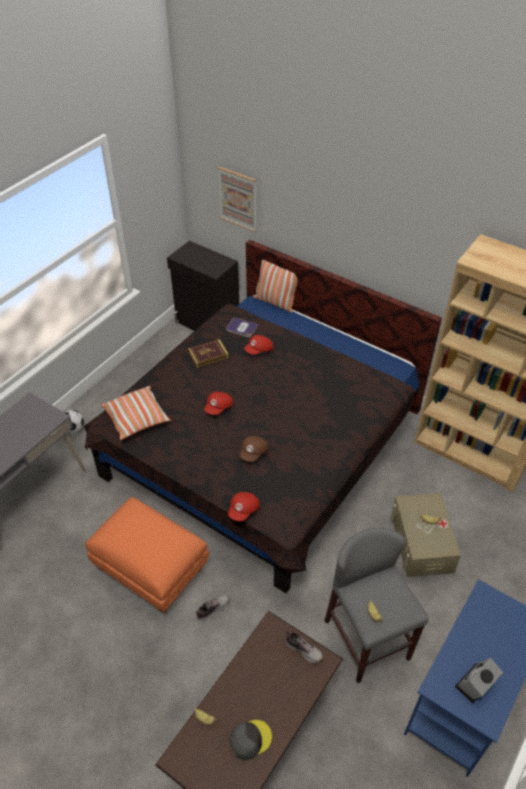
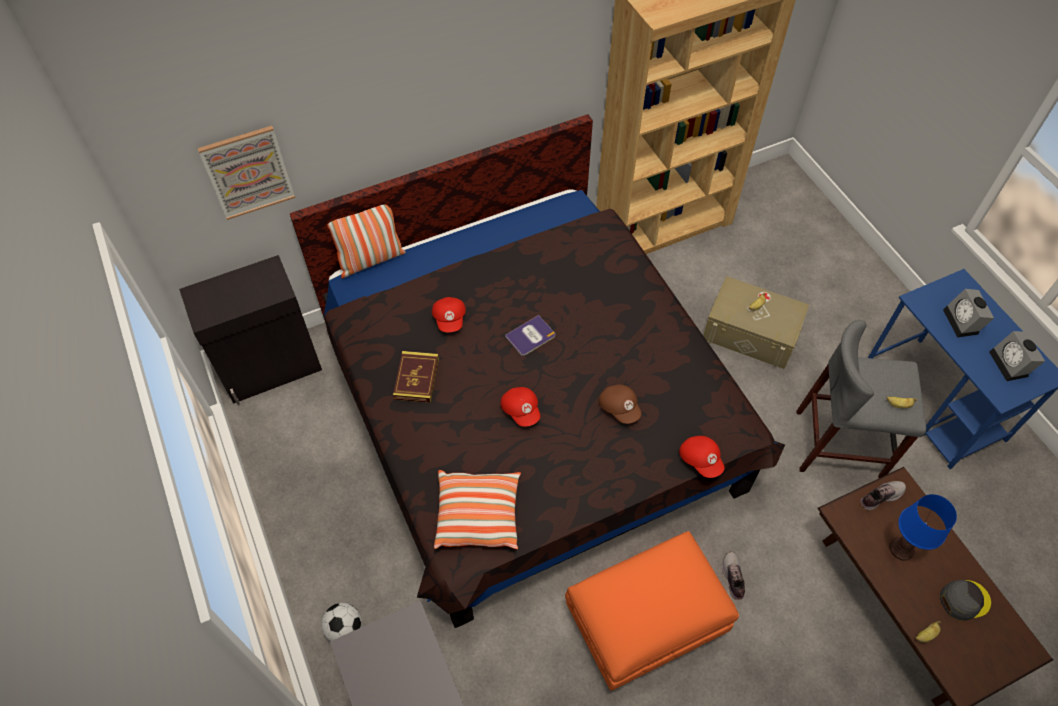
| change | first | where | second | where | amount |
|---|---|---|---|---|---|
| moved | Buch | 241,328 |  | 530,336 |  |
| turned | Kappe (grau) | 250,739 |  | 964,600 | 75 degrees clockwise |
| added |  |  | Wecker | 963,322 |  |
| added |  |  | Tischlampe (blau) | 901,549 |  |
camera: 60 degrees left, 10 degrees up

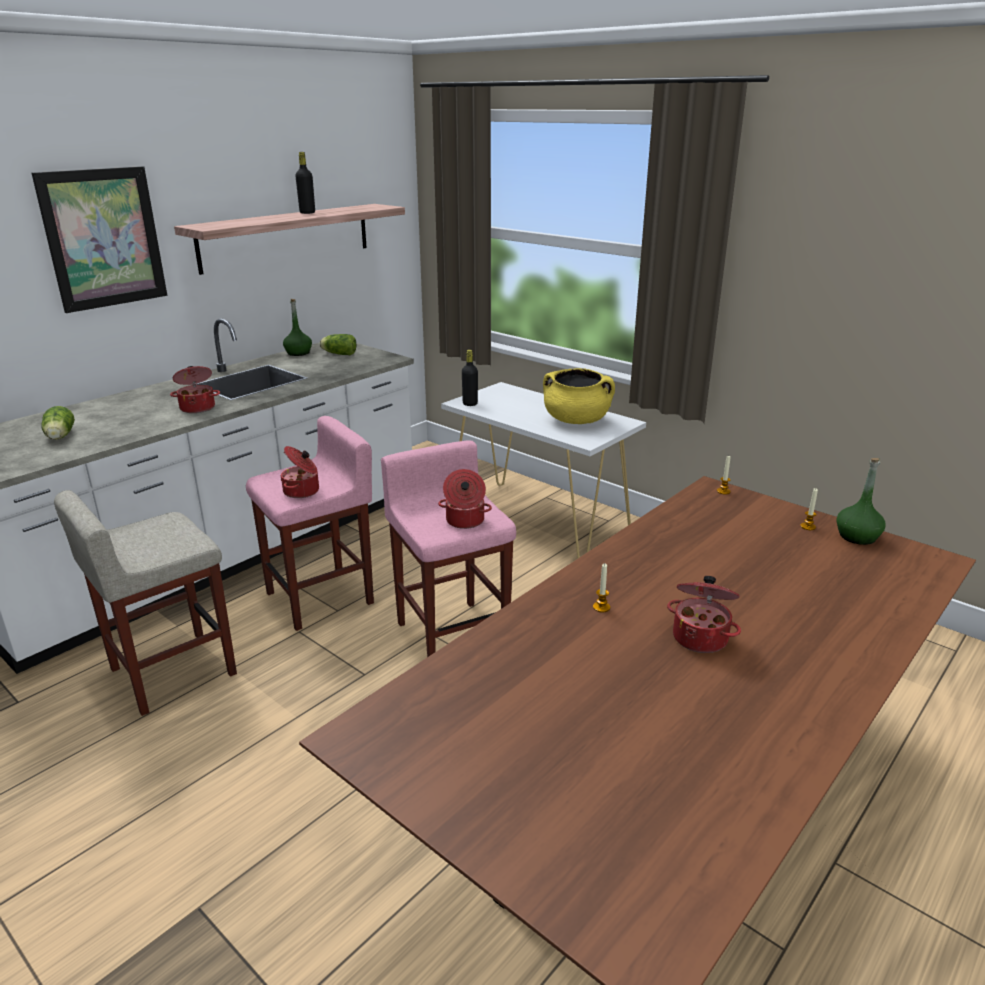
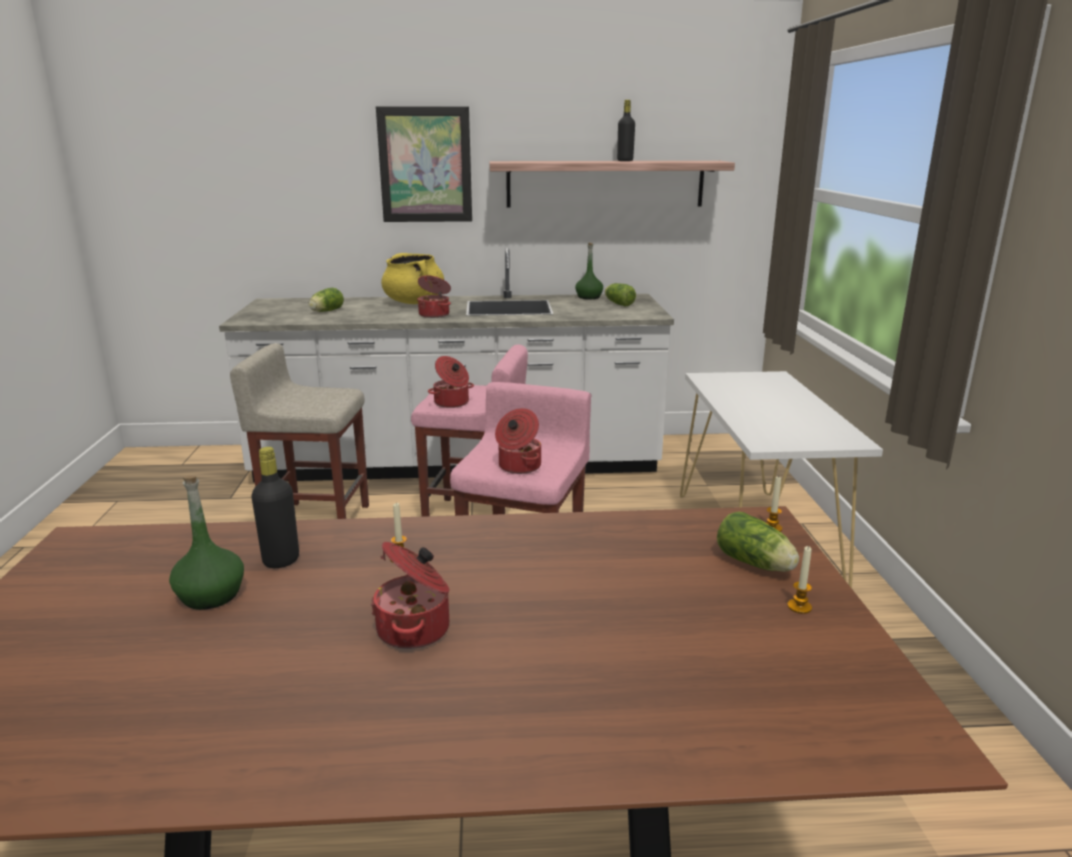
| change | first | where | second | where | amount |
|---|---|---|---|---|---|
| moved | Flasche (schwarz) | 470,403 |  | 281,560 |  |
| moved | Kochtopf (gelb) | 576,420 |  | 414,302 |  |
| moved | Flasche (grün) | 857,536 |  | 211,595 |  |
| added |  |  | Salatkopf | 756,564 |  |
camera: 45 degrees right, 5 degrees down

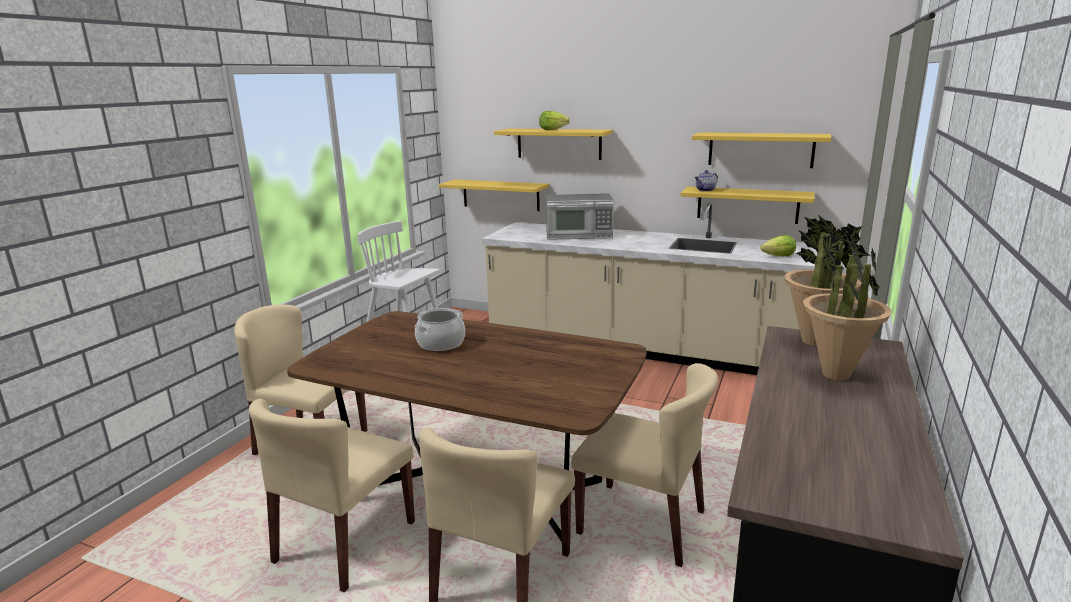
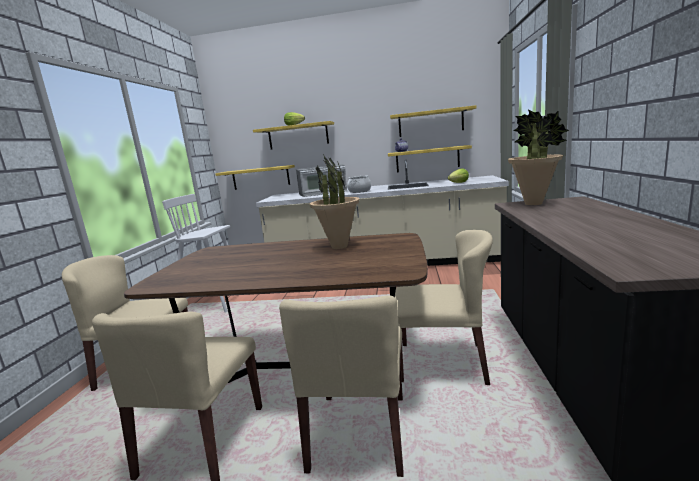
| change | first | where | second | where | amount |
|---|---|---|---|---|---|
| moved | Topfpflanze | 836,375 |  | 339,247 |  |
| moved | Kochtopf | 441,343 |  | 359,191 |  |
camera: 15 degrees left, 5 degrees down

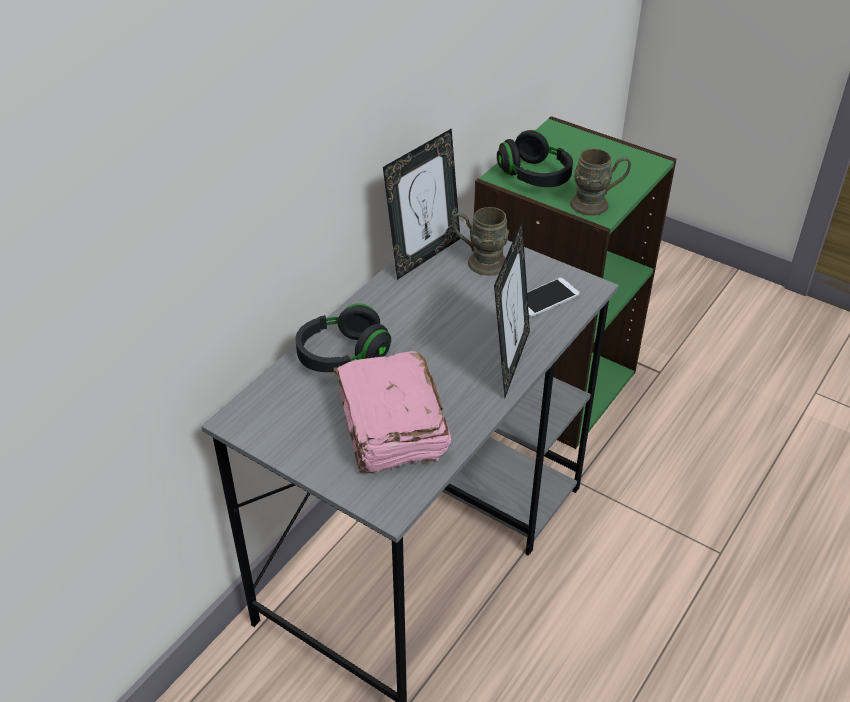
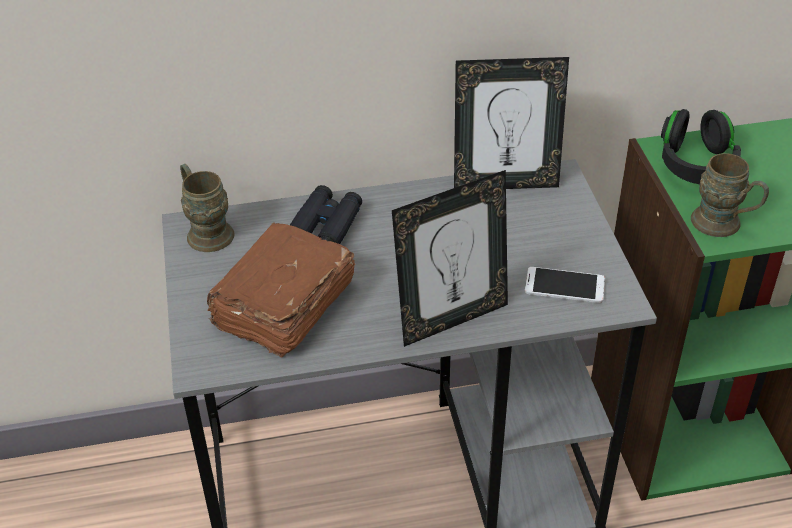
| change | first | where | second | where | amount |
|---|---|---|---|---|---|
| moved | Henkelbecher (braun) | 479,262 |  | 206,230 |  |
| replaced | Kopfhörer (schwarz) | 342,355 | Fernglas (schwarz) | 326,226 |  |
| recoloured | Buch (rosa) | 391,428 | Buch (braun) | 282,307 |  |
camera: 45 degrees right, 0 degrees up

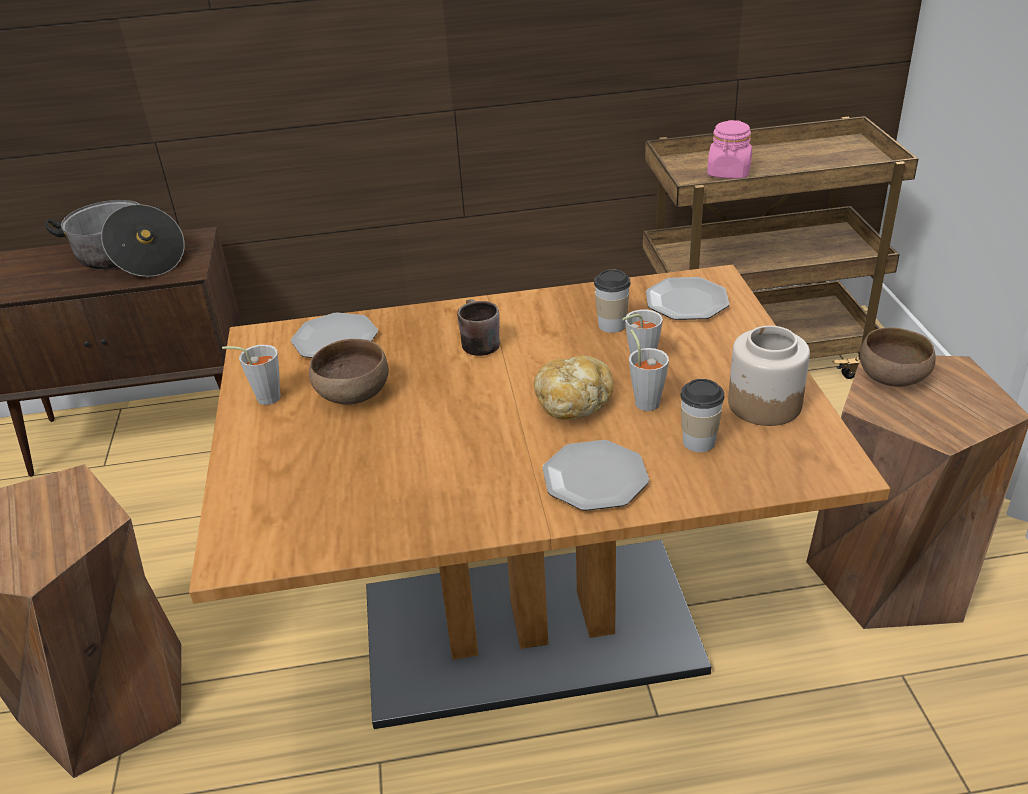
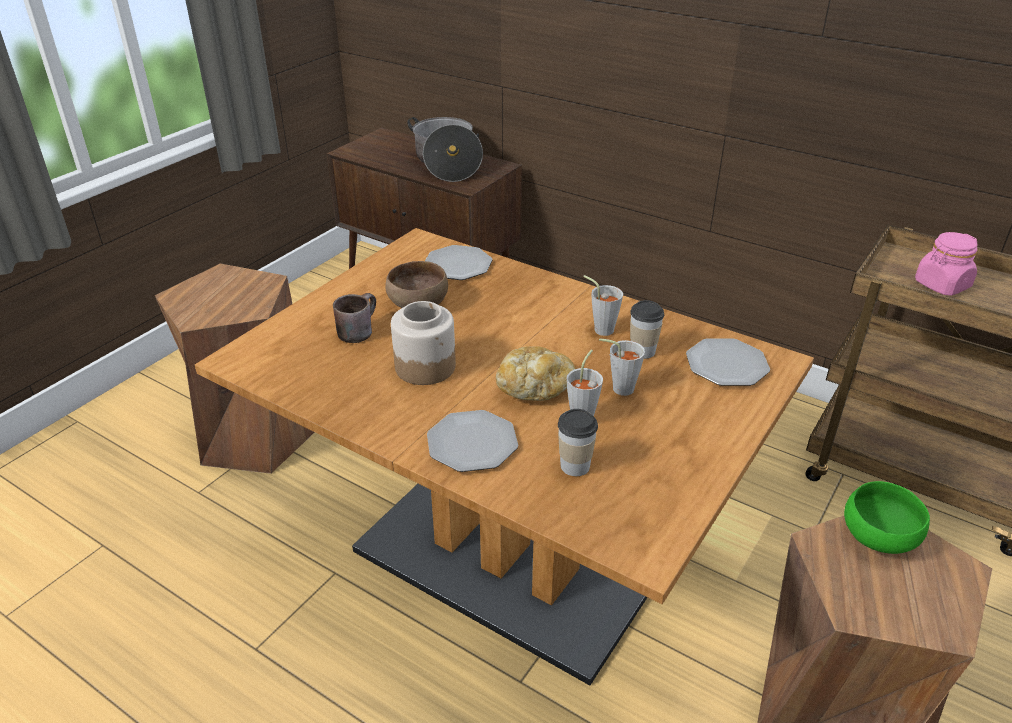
| change | first | where | second | where | amount |
|---|---|---|---|---|---|
| moved | Henkelbecher (braun) | 475,343 |  | 356,330 |  |
| moved | Vorratsglas | 764,404 |  | 425,366 |  |
| recoloured | Schüssel (braun) | 893,378 | Schüssel (grün) | 880,538 |  |
| moved | Tasse (grau) | 263,398 |  | 600,328 |  |
camera: 40 degrees right, 0 degrees up

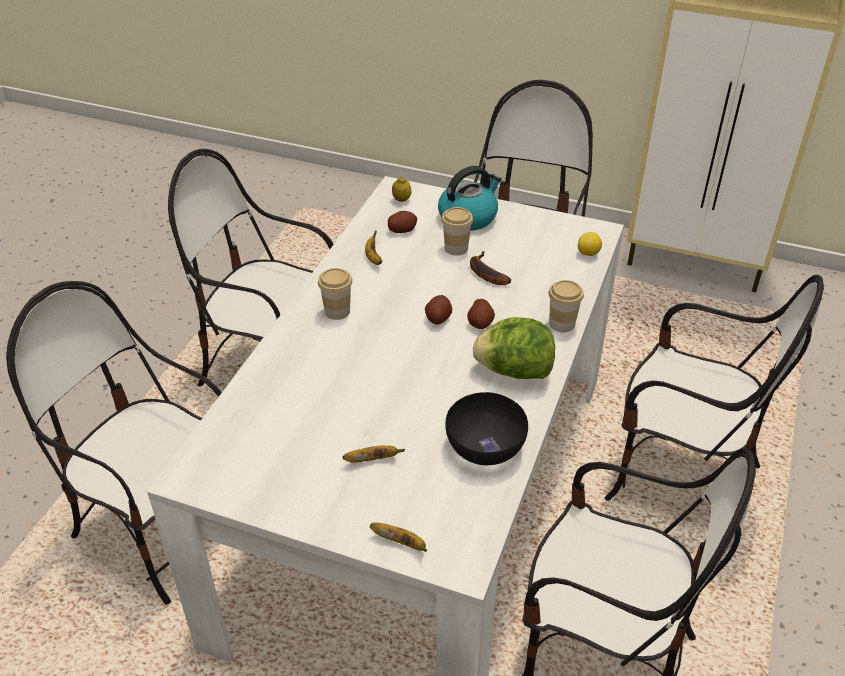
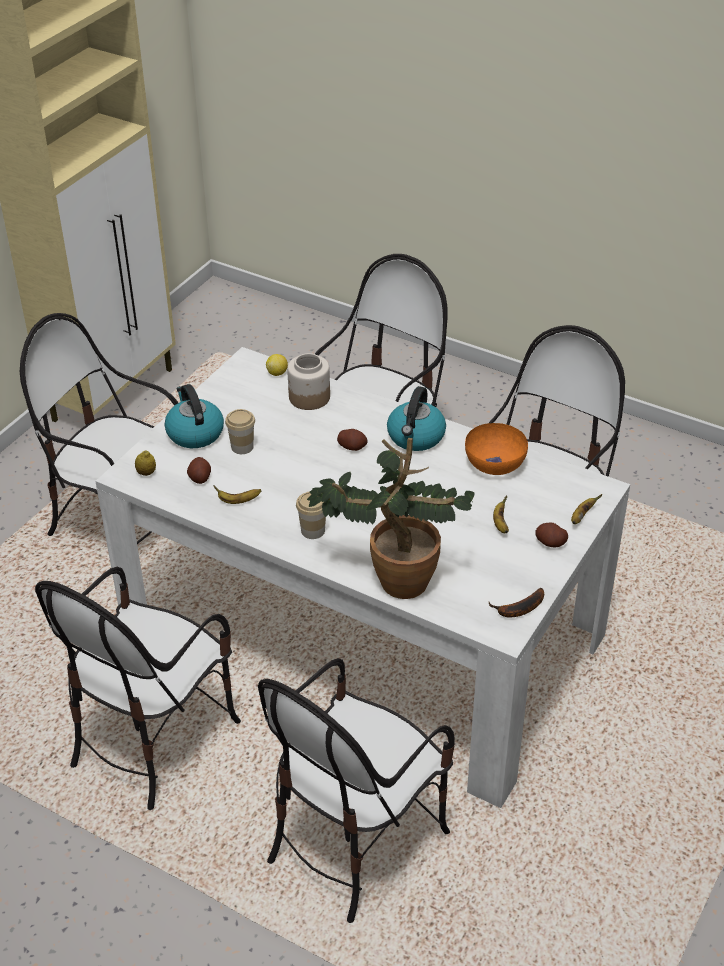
| change | first | where | second | where | amount |
|---|---|---|---|---|---|
| moved | Banane | 484,273 |  | 518,609 |  |
| removed | Tasse | 562,324 |  |  |  |
| moved | Kartoffel | 438,318 |  | 550,542 |  |
| replaced | Salatkopf | 514,371 | Wasserkessel | 416,437 |  |
| recoloured | Schüssel (schwarz) | 484,446 | Schüssel (orange) | 494,464 |  |
| added |  |  | Vorratsglas | 309,397 |  |
| added |  |  | Topfpflanze | 393,577 |  |
camera: 80 degrees left, 0 degrees up

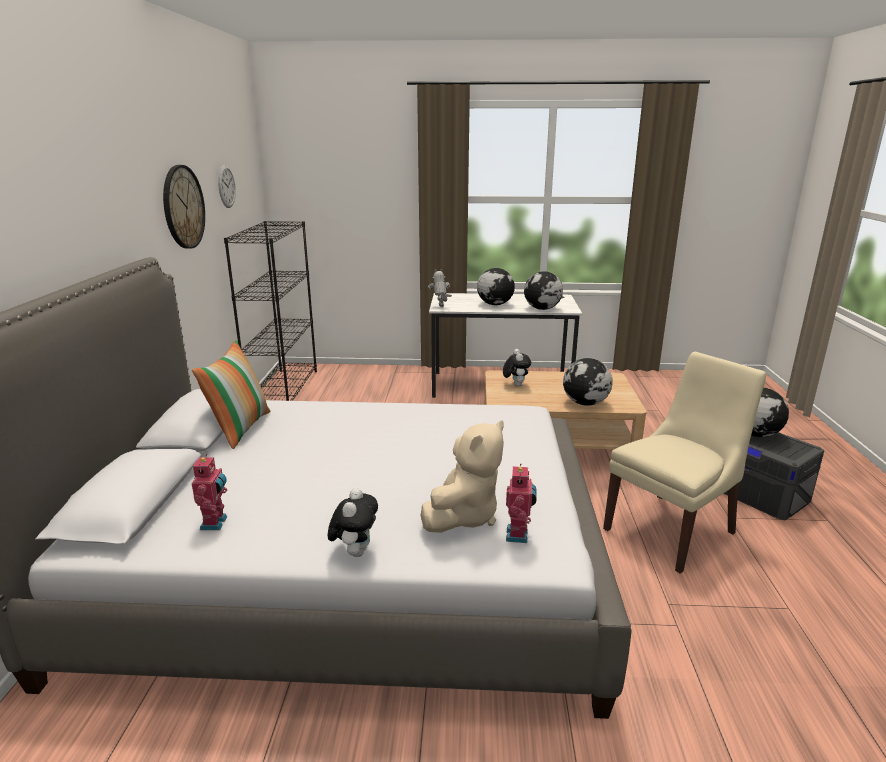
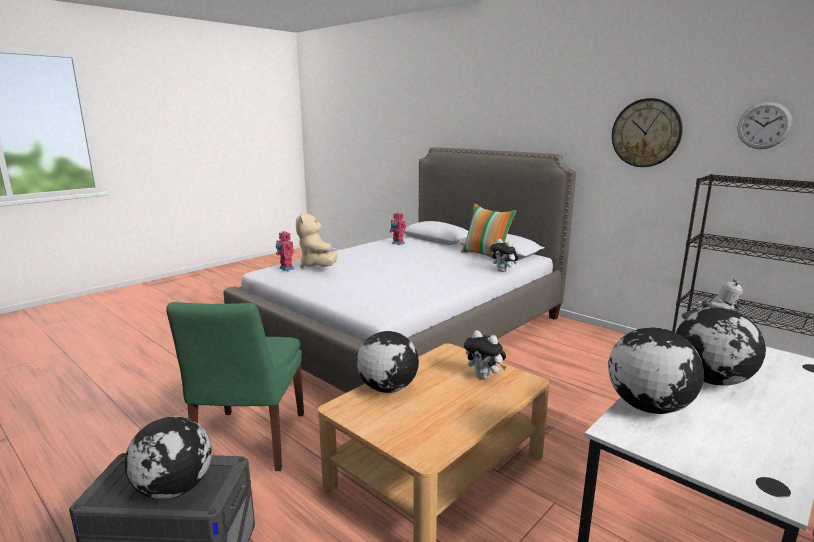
| change | first | where | second | where | amount |
|---|---|---|---|---|---|
| recoloured | Stuhl (beige) | 672,529 | Stuhl (grün) | 249,442 |  |
| moved | Plüschtier | 355,551 |  | 503,271 |  |
camera: 130 degrees right, 5 degrees down

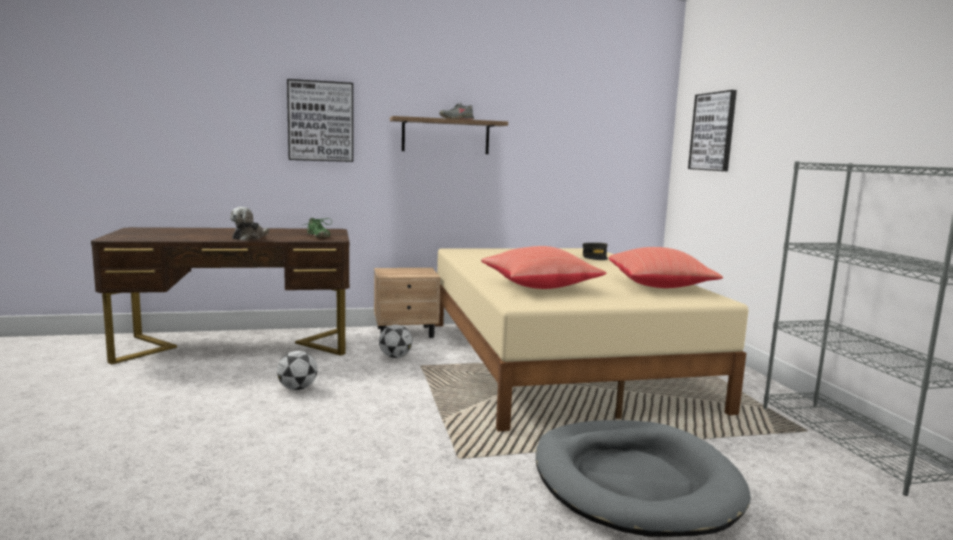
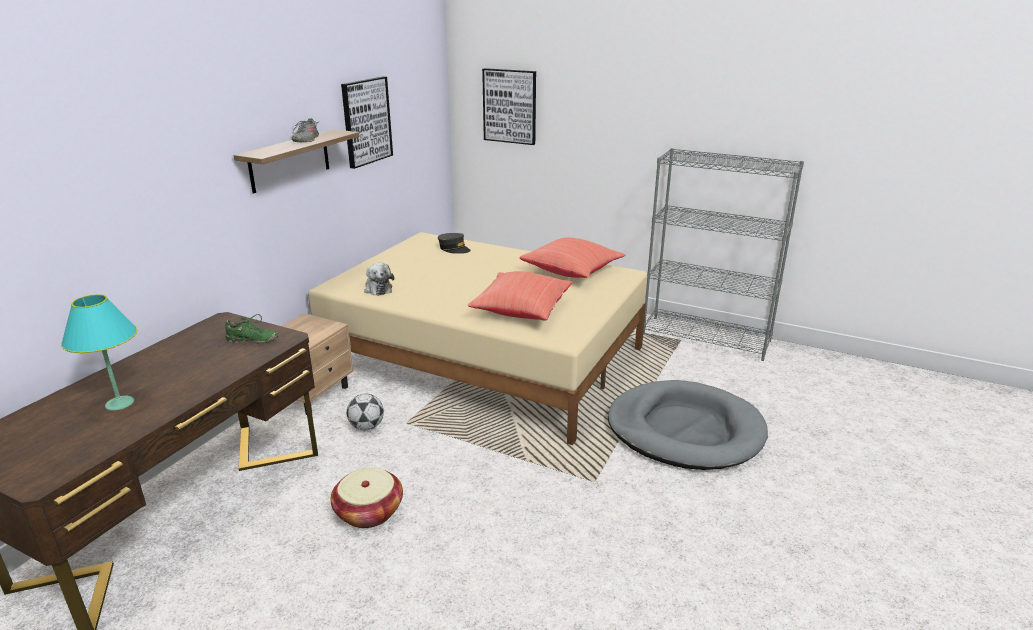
| change | first | where | second | where | amount |
|---|---|---|---|---|---|
| moved | Bild | 320,121 |  | 366,121 |  |
| moved | Plüschtier | 249,237 |  | 378,289 |  |
| replaced | Fußball | 297,388 | Korb | 369,512 |  |
| added |  |  | Tischlampe (türkis) | 119,403 |  |
camera: 50 degrees left, 15 degrees up

